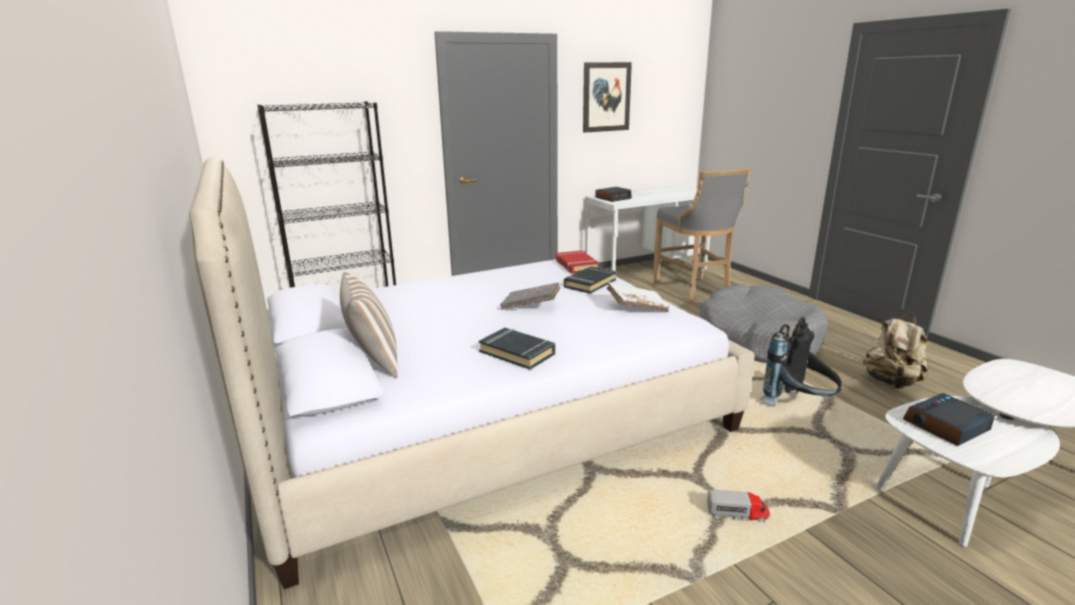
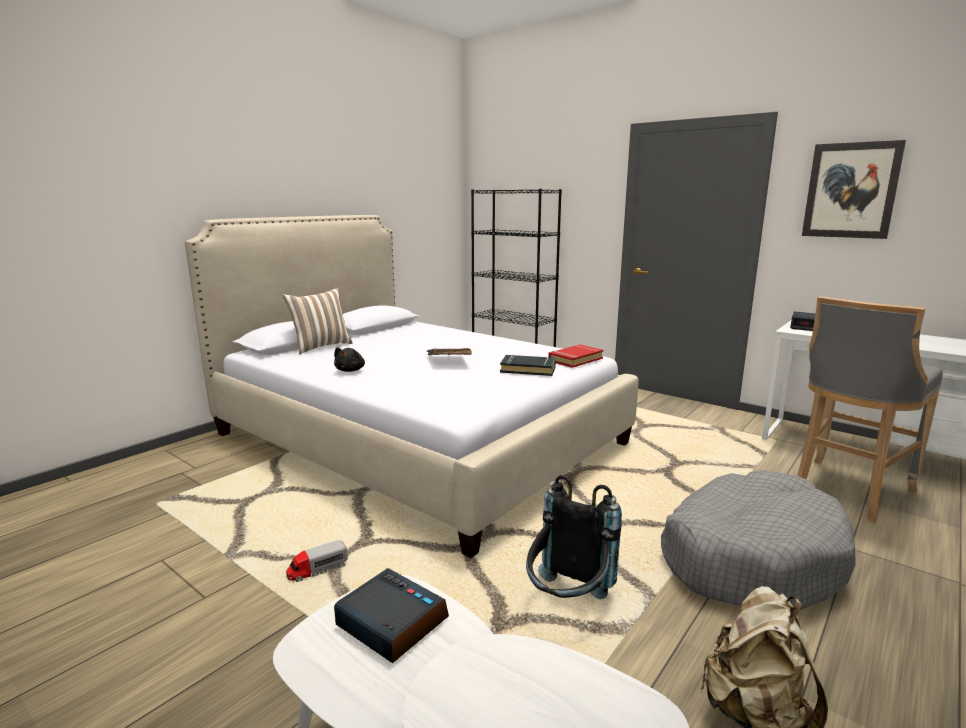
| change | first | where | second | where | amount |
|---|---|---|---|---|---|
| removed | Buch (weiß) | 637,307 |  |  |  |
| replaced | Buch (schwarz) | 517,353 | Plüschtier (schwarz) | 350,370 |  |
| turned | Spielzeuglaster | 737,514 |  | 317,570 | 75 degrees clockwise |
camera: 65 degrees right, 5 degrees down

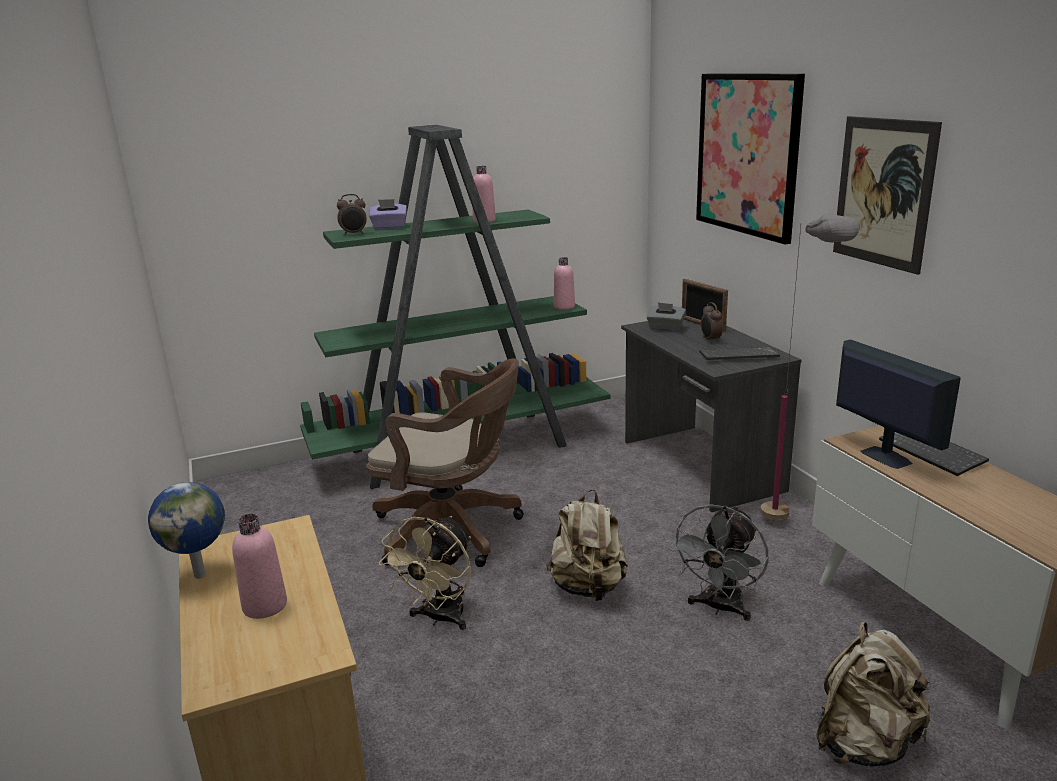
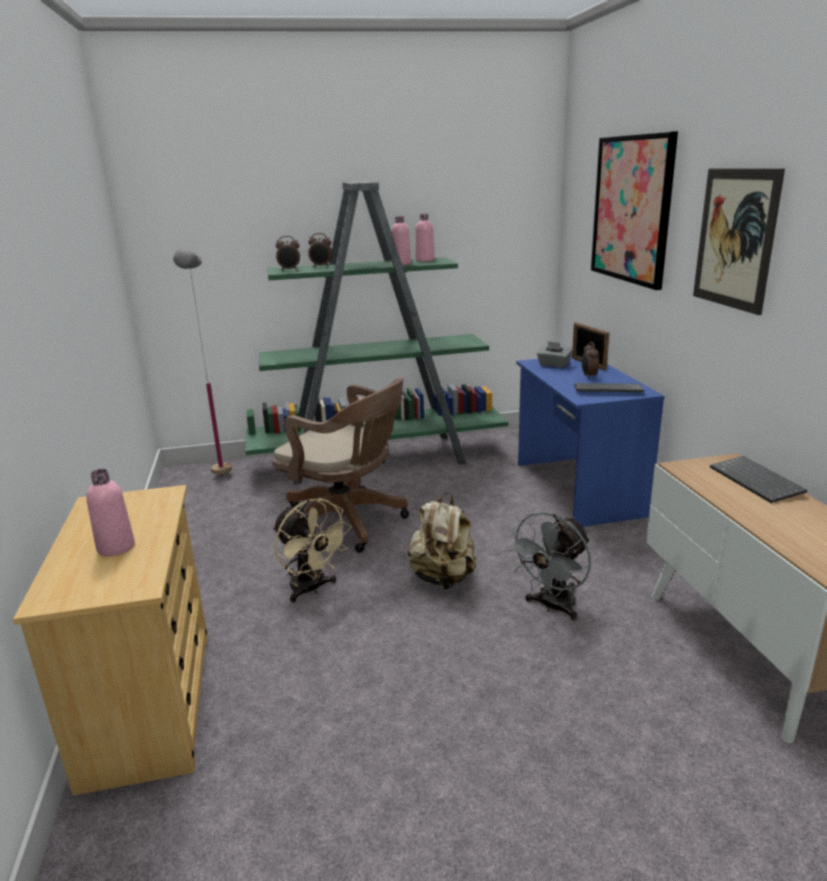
| change | first | where | second | where | amount |
|---|---|---|---|---|---|
| replaced | Taschentuchbox (lila) | 389,227 | Wecker | 321,266 |  |
| moved | Stehlampe (grau) | 790,531 |  | 222,482 |  |
| moved | Flasche (rosa) | 564,306 |  | 425,260 |  |
| recoloured | Schreibtisch (grau) | 699,466 | Schreibtisch (blau) | 577,489 |  |
| removed | Monitor | 884,456 |  |  |  |
| removed | Globus | 201,574 |  |  |  |
| turned | Ventilator (beige) | 439,618 |  | 311,589 | 75 degrees counterclockwise |
| removed | Rucksack (beige) | 864,743 |  |  |  |
camera: 10 degrees right, 0 degrees up

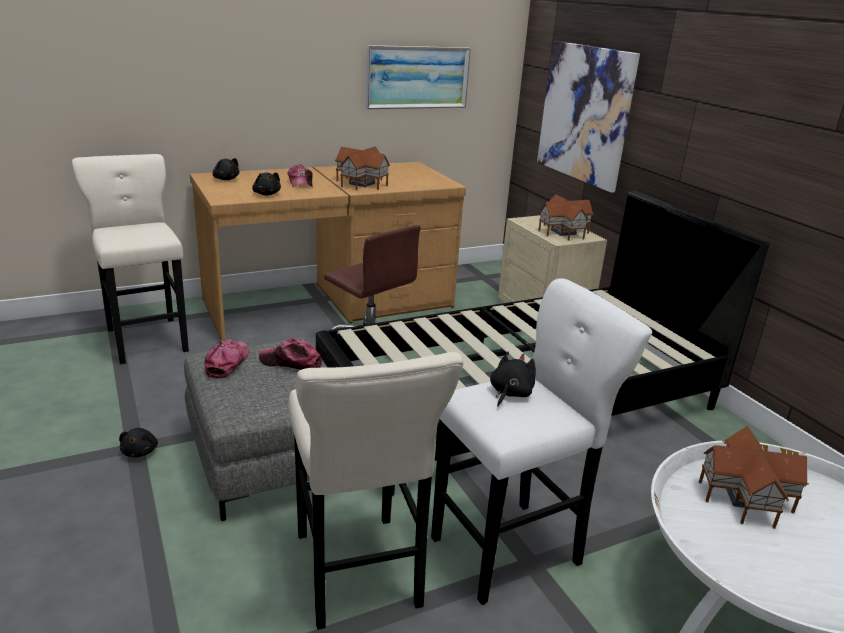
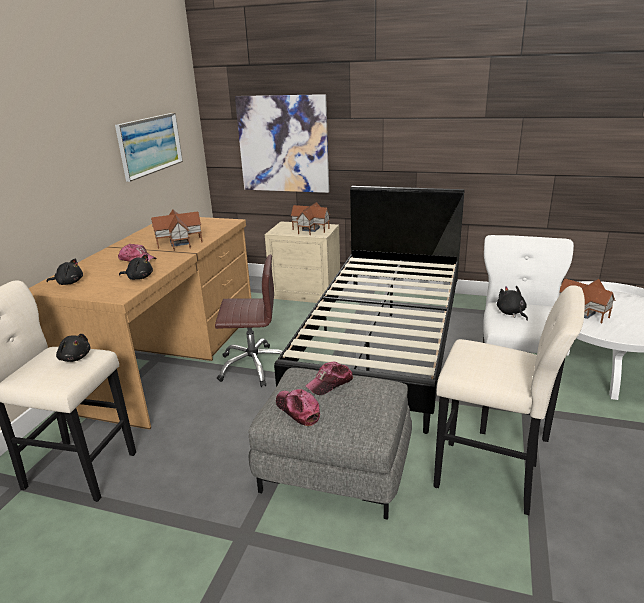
| change | first | where | second | where | amount |
|---|---|---|---|---|---|
| moved | Plüschtier (schwarz) | 140,451 |  | 75,357 |  |
camera: 45 degrees left, 0 degrees up

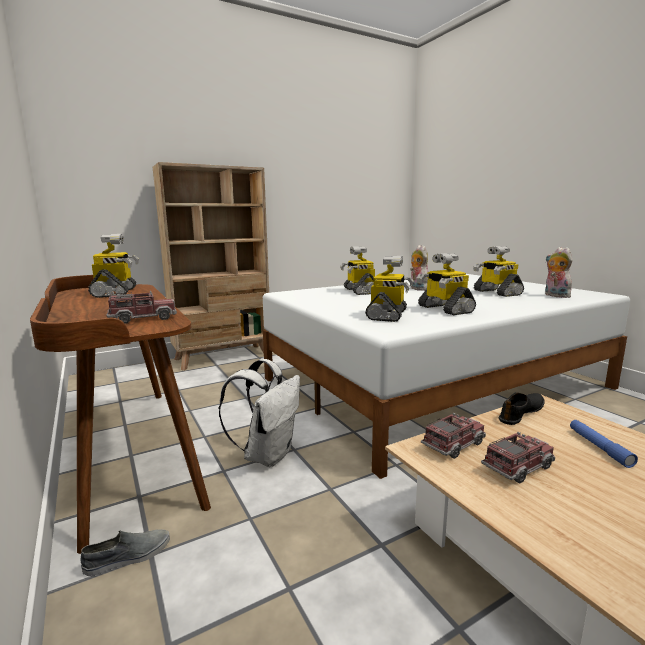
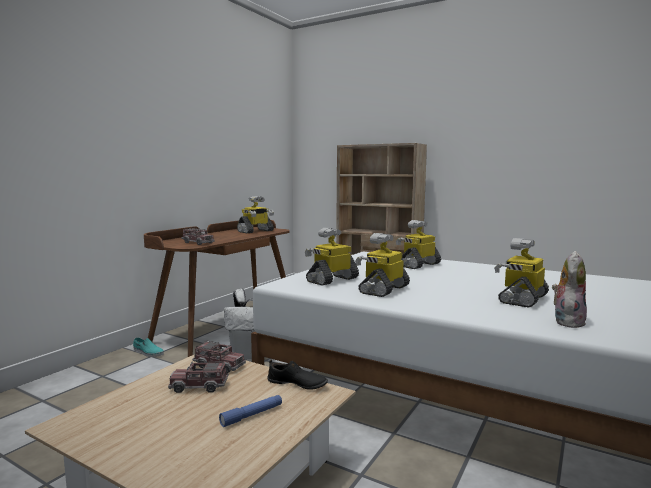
| change | first | where | second | where | amount |
|---|---|---|---|---|---|
| removed | Plüschtier | 417,289 |  |  |  |
| turned | Spielzeugroboter | 388,315 |  | 332,280 | 150 degrees clockwise |
| turned | Spielzeuglaster | 518,467 |  | 199,386 | 150 degrees clockwise |
| recoloured | Schuh (grau) | 128,556 | Schuh (türkis) | 148,352 |  |
camera: 60 degrees right, 5 degrees down

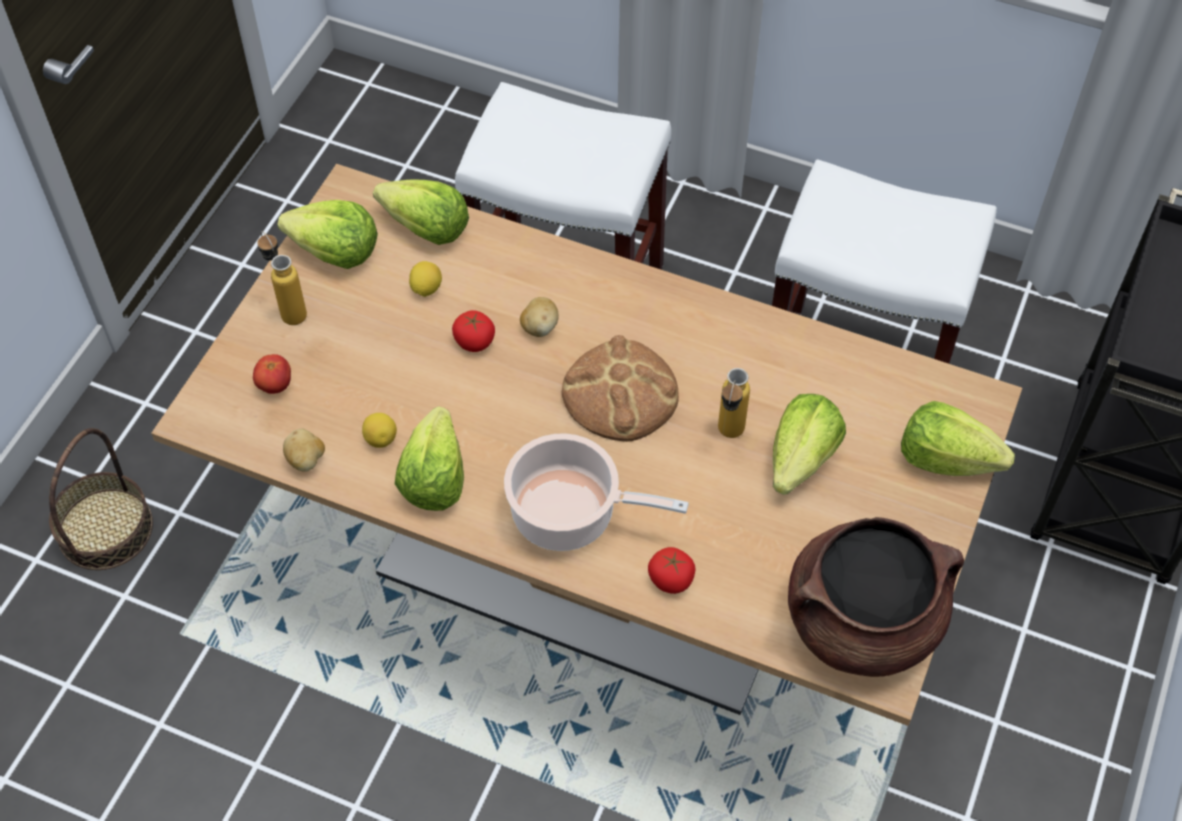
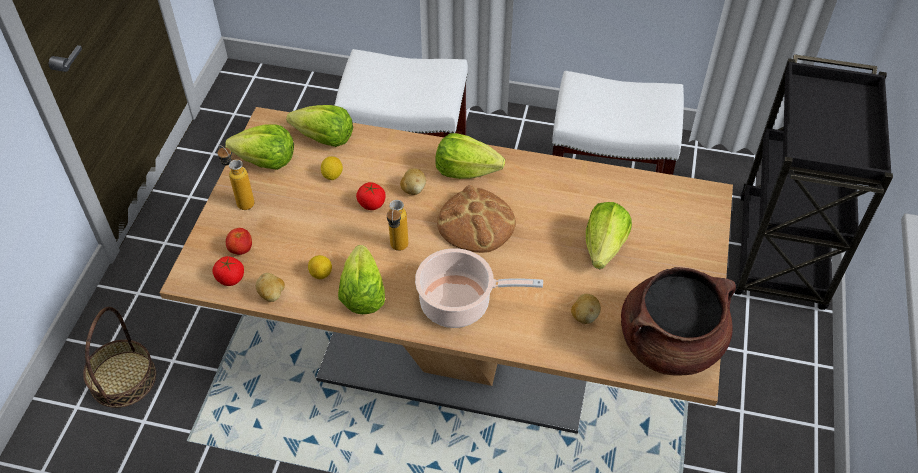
| change | first | where | second | where | amount |
|---|---|---|---|---|---|
| moved | Flasche | 728,437 |  | 398,250 |  |
| moved | Salatkopf | 946,459 |  | 466,171 |  |
| moved | Tomate | 670,579 |  | 230,278 |  |
| added |  |  | Kartoffel | 584,316 |  |
camera: 10 degrees left, 5 degrees down

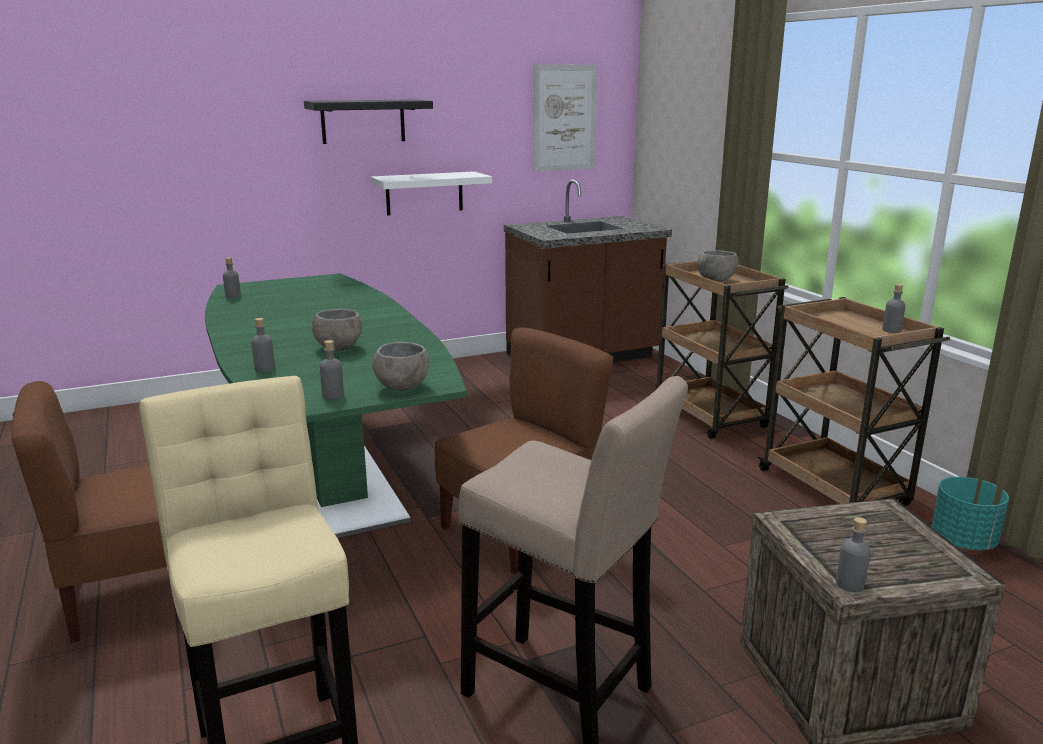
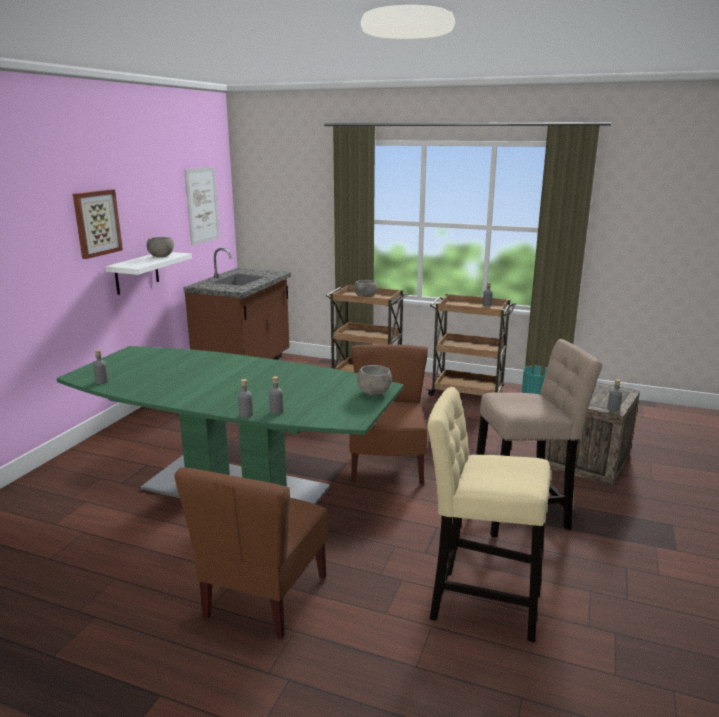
| change | first | where | second | where | amount |
|---|---|---|---|---|---|
| replaced | Wandregal (schwarz) | 363,121 | Bild | 96,223 |  |
| moved | Schüssel (grau) | 338,348 |  | 161,256 |  |
| moved | Flasche (grau) | 333,395 |  | 246,414 |  |
camera: 45 degrees left, 0 degrees up

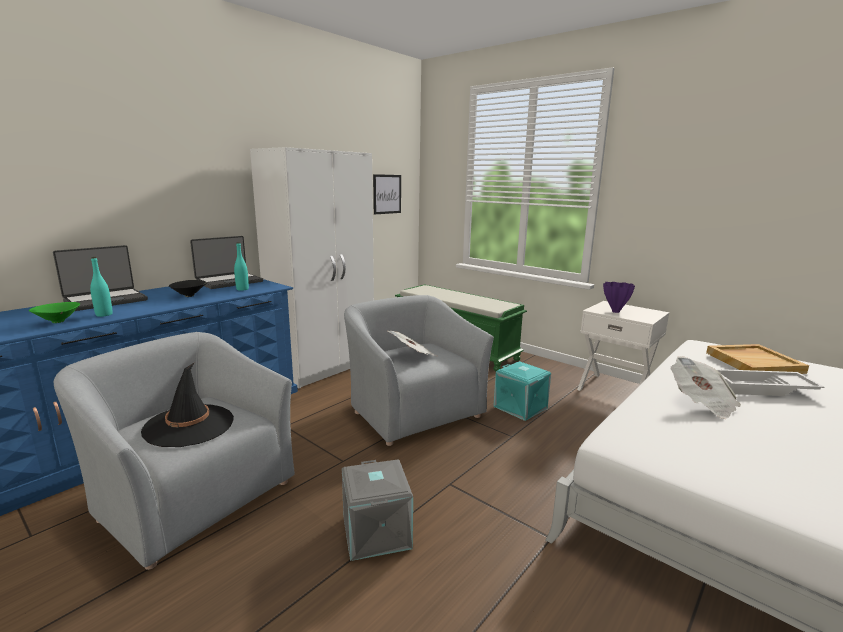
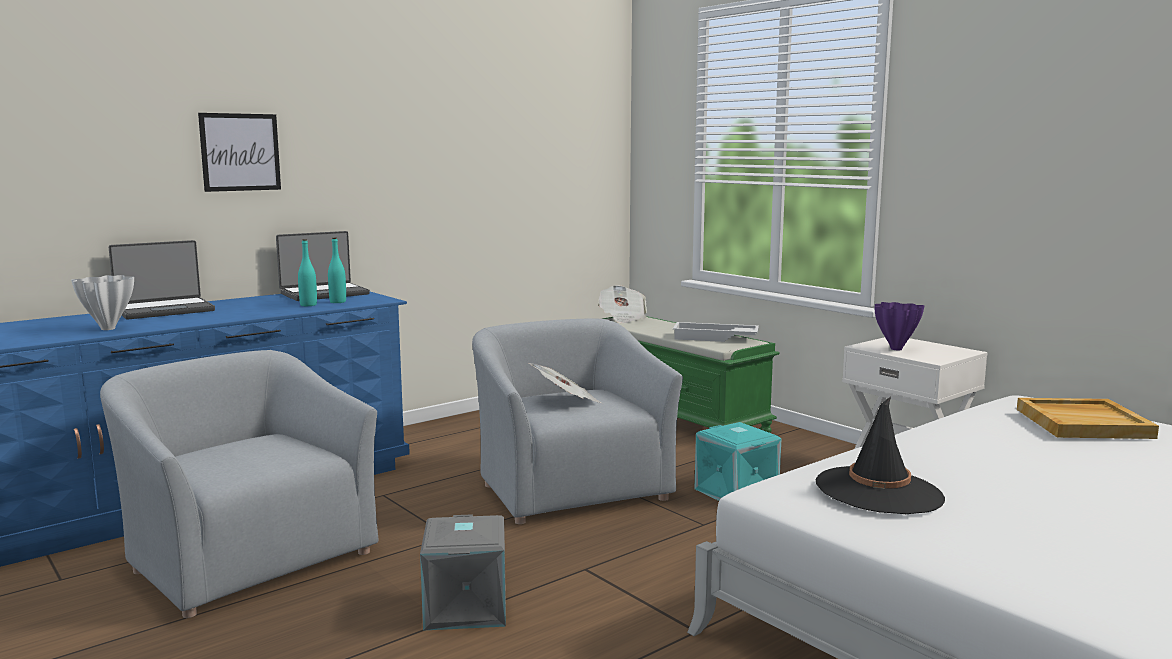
| change | first | where | second | where | amount |
|---|---|---|---|---|---|
| removed | Kleiderschrank (weiß) | 324,367 |  |  |  |
| moved | Bild | 387,194 |  | 240,152 |  |
| moved | Flasche (türkis) | 104,314 |  | 308,305 |  |
| removed | Schüssel (schwarz) | 190,296 |  |  |  |
| replaced | Schüssel (grün) | 58,322 | Vase (weiß) | 109,329 |  |
| moved | Zeitung | 702,403 |  | 622,318 |  |
| moved | Hut (schwarz) | 189,425 |  | 879,491 |  |
| moved | Tablett (weiß) | 763,389 |  | 714,338 |  |
camera: 10 degrees right, 5 degrees down

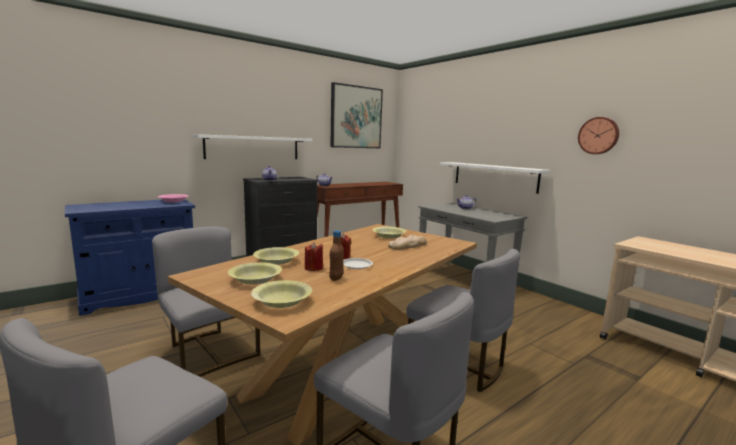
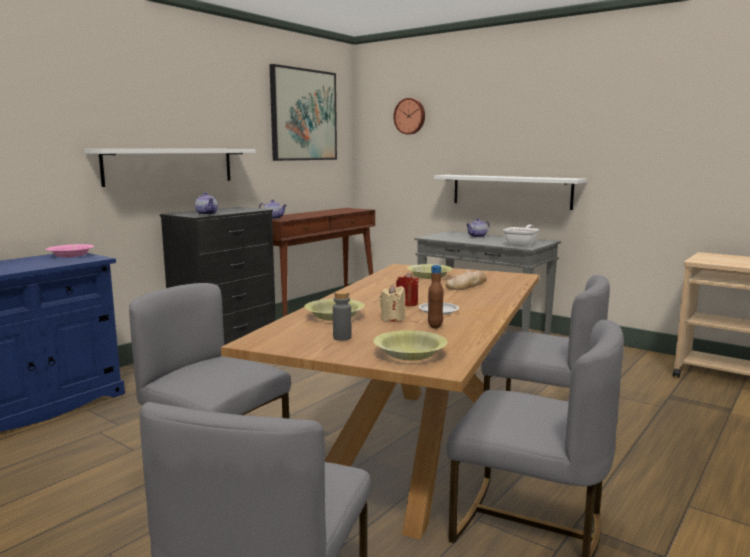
| change | first | where | second | where | amount |
|---|---|---|---|---|---|
| moved | Wanduhr | 598,135 |  | 410,116 |  |
| recoloured | Kerze (rot) | 313,268 | Kerze (beige) | 392,319 |  |
| replaced | Schüssel (gelb) | 255,279 | Flasche (grau) | 342,338 |  |
| added |  |  | Pfanne | 522,244 |  |
camera: 15 degrees left, 0 degrees up

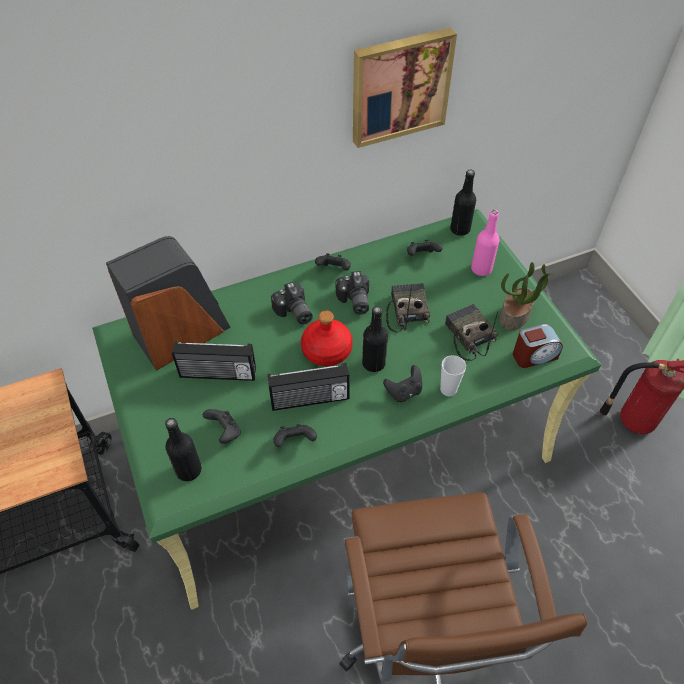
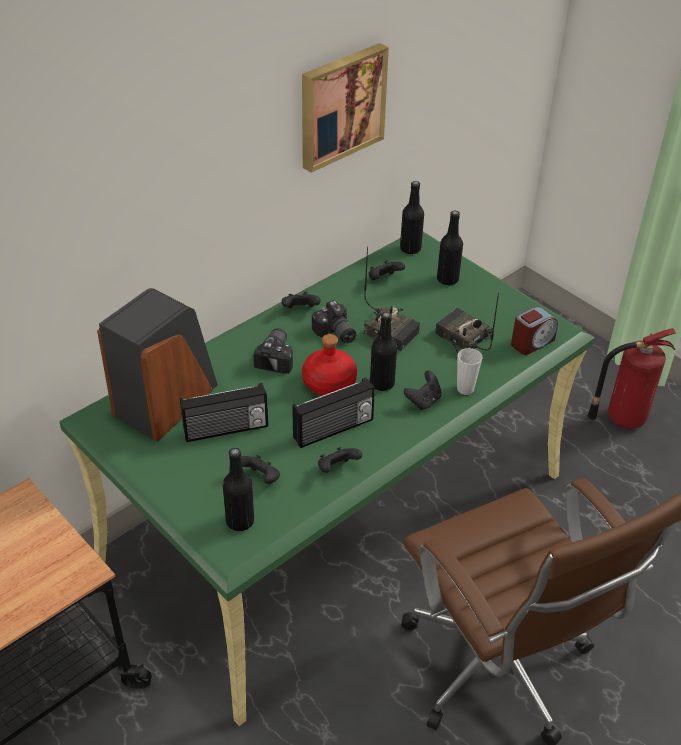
| change | first | where | second | where | amount |
|---|---|---|---|---|---|
| recoloured | Flasche (rosa) | 481,269 | Flasche (schwarz) | 447,279 |  |
| removed | Topfpflanze | 515,316 |  |  |  |
| turned | Kamera | 293,313 |  | 277,357 | 120 degrees counterclockwise |
| turned | Radio | 406,311 |  | 391,331 | 150 degrees clockwise |
camera: 20 degrees left, 10 degrees down

